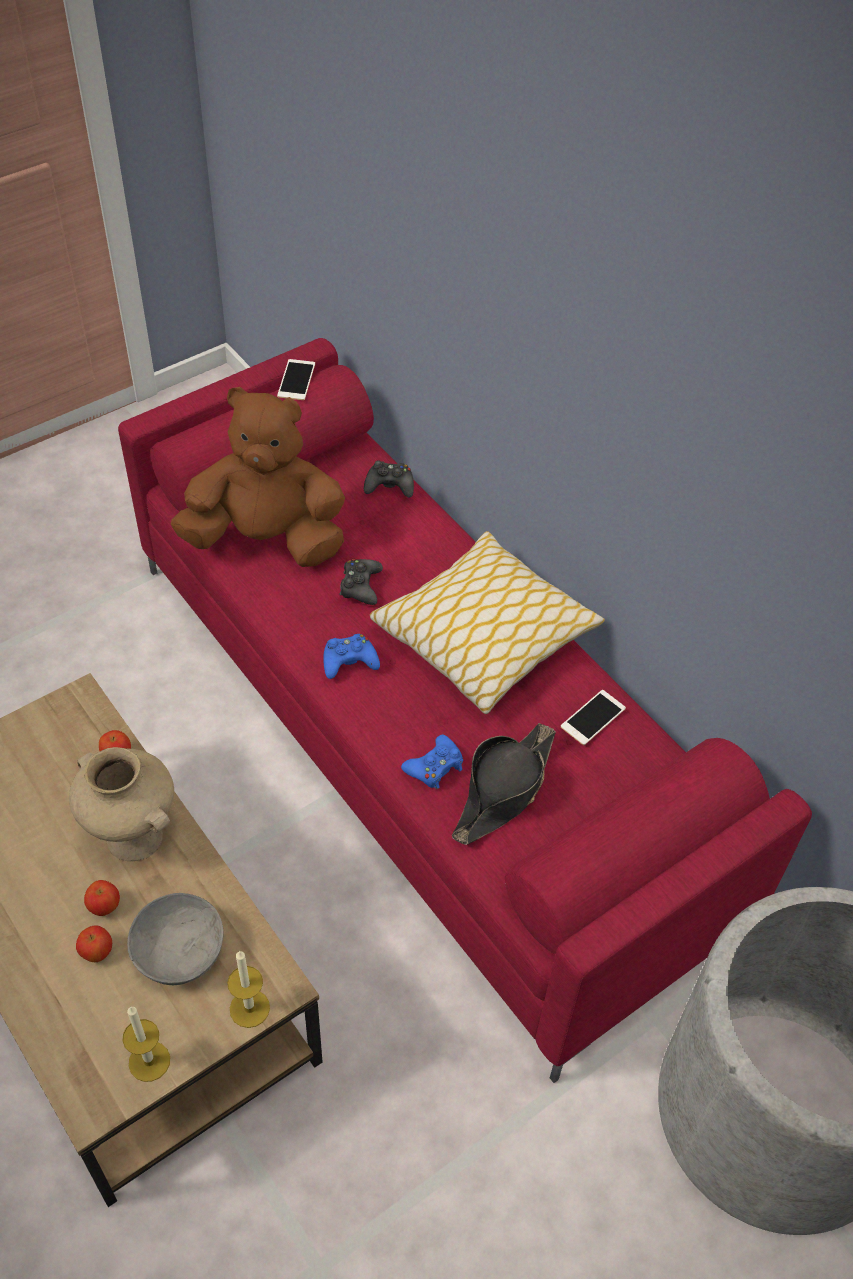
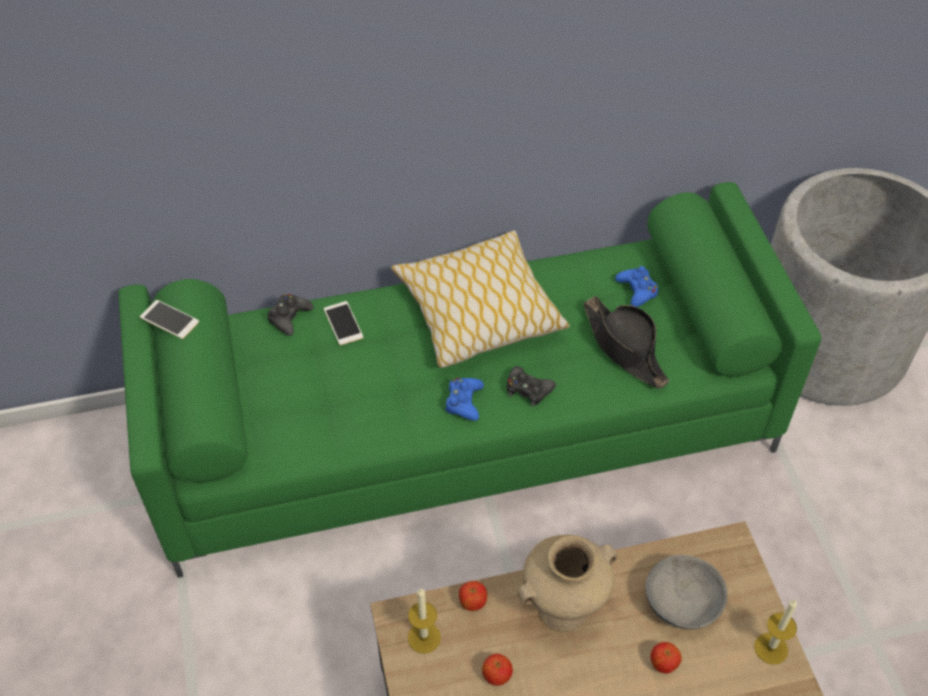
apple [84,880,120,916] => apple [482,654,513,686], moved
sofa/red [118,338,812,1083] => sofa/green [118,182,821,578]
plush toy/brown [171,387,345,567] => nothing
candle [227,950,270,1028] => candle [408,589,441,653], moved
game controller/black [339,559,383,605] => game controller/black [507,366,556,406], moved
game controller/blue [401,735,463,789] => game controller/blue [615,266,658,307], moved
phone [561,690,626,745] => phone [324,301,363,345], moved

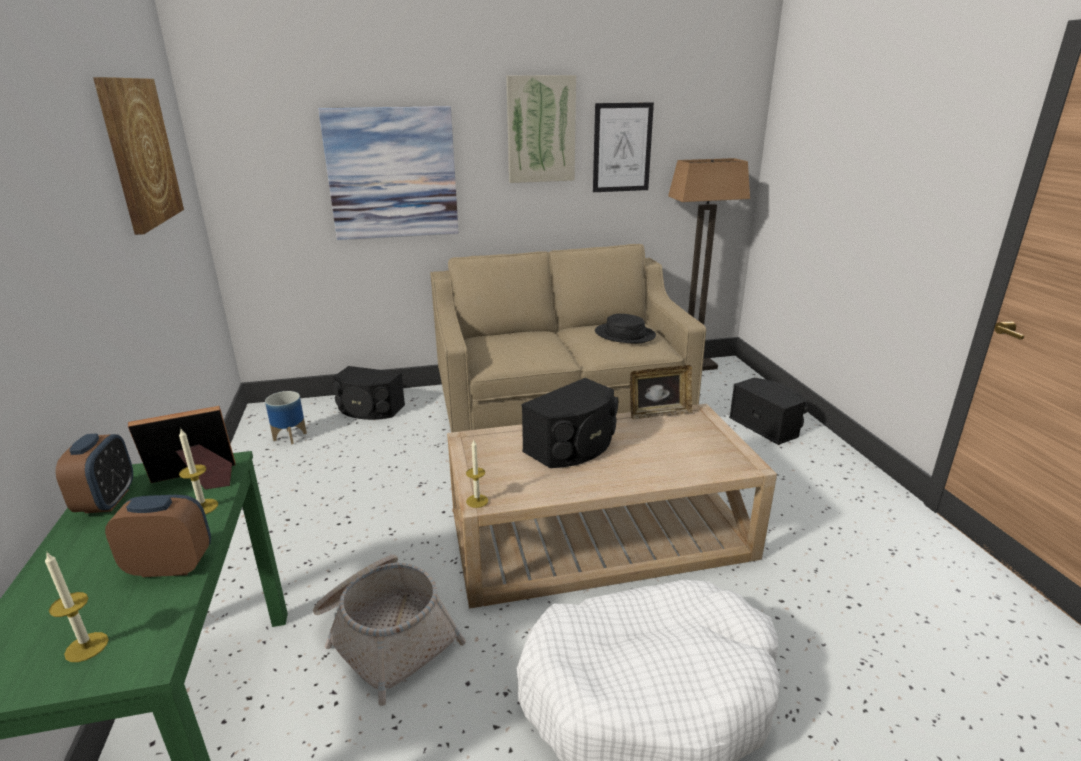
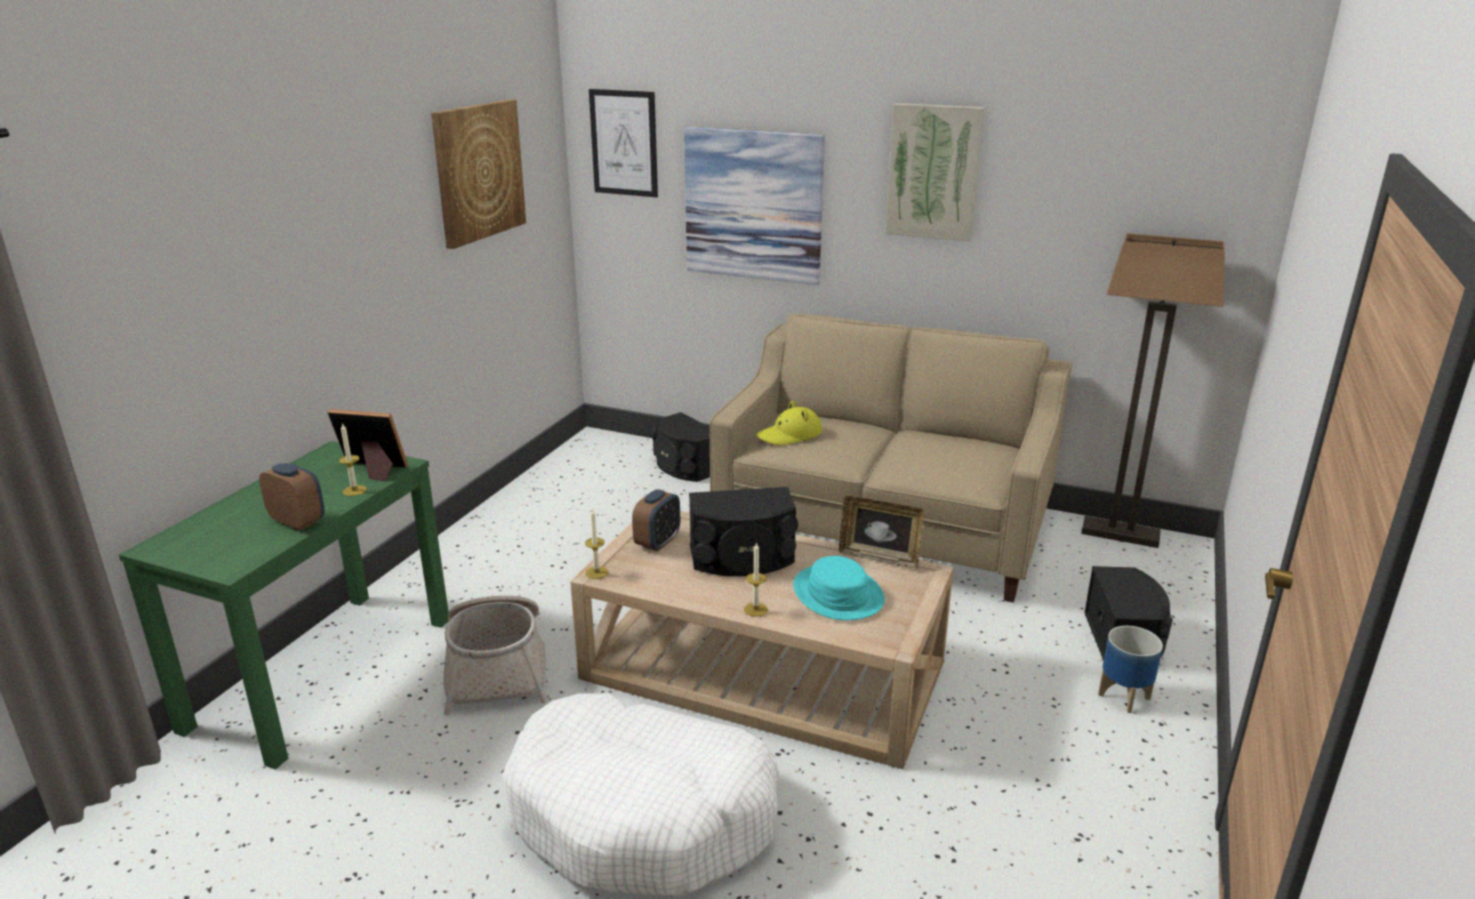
candle [45,553,109,662] => candle [744,542,768,617], moved
alarm clock [56,434,133,513] => alarm clock [632,489,680,551], moved
planter [265,391,307,445] => planter [1098,626,1163,713], moved
picture [593,102,654,192] => picture [589,89,658,197], moved
hat/black [595,314,656,344] => nothing
nothing => hat/yellow [756,401,822,445]
nothing => hat/turquoise [793,556,885,620]

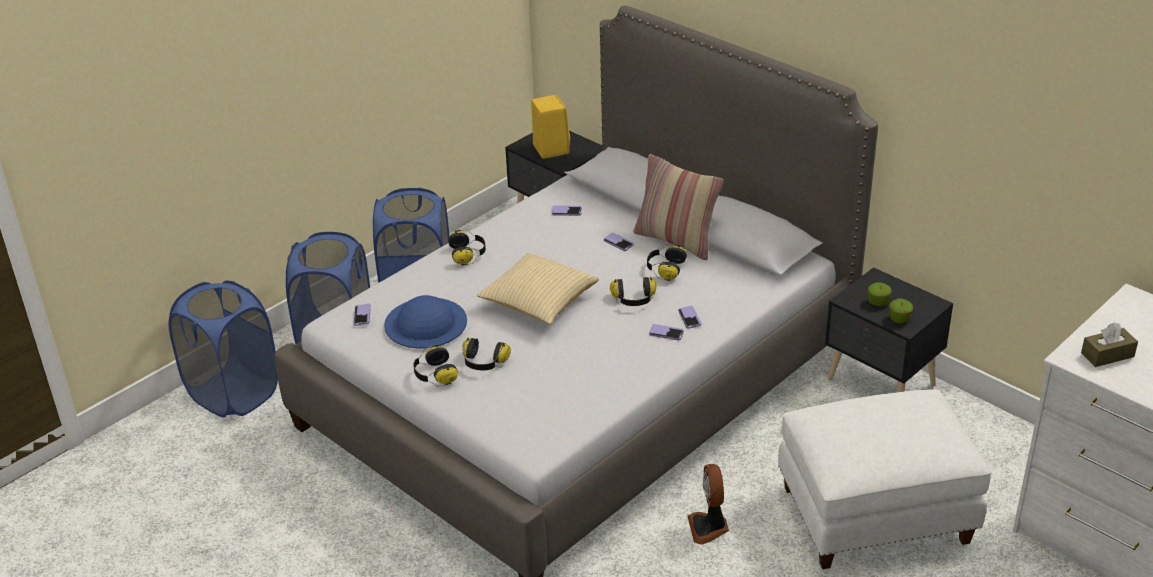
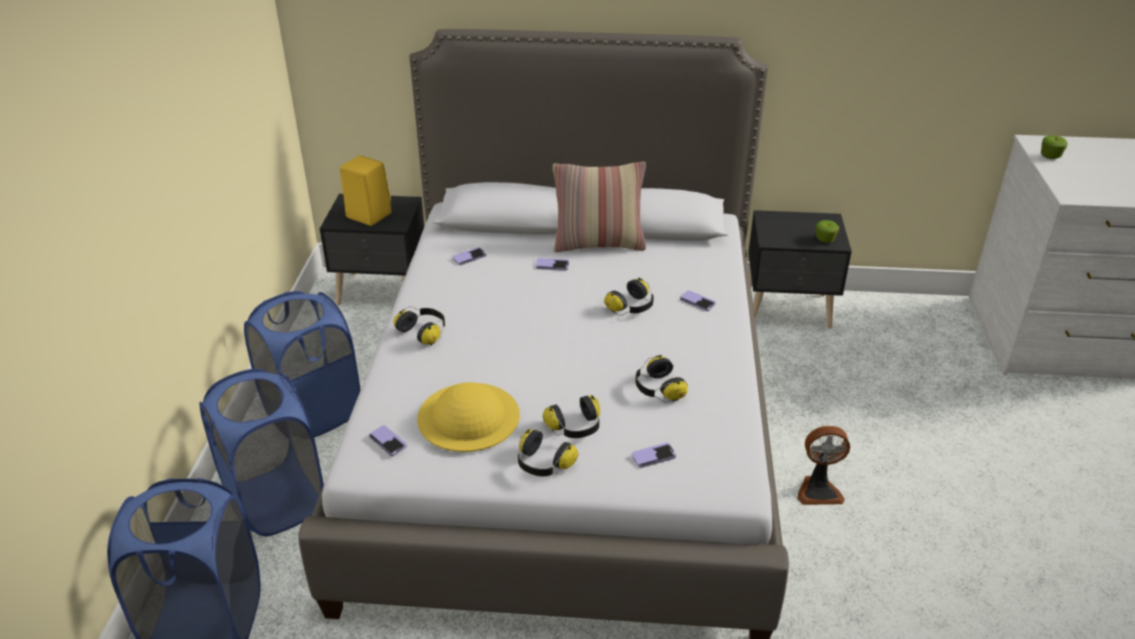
hat/blue [384,295,467,348] => hat/yellow [417,382,520,452]
pillow [477,253,599,325] => nothing
headphones [647,244,687,281] => headphones [635,355,688,403], moved
phone [649,324,684,340] => phone [632,443,676,468], moved
fan [687,464,729,544] => fan [797,426,850,505], 45 degrees counterclockwise
ottoman/white [778,389,991,569] => nothing
apple [868,282,892,306] => apple [1041,136,1068,159], moved
tissue box/brown [1081,322,1138,367] => nothing

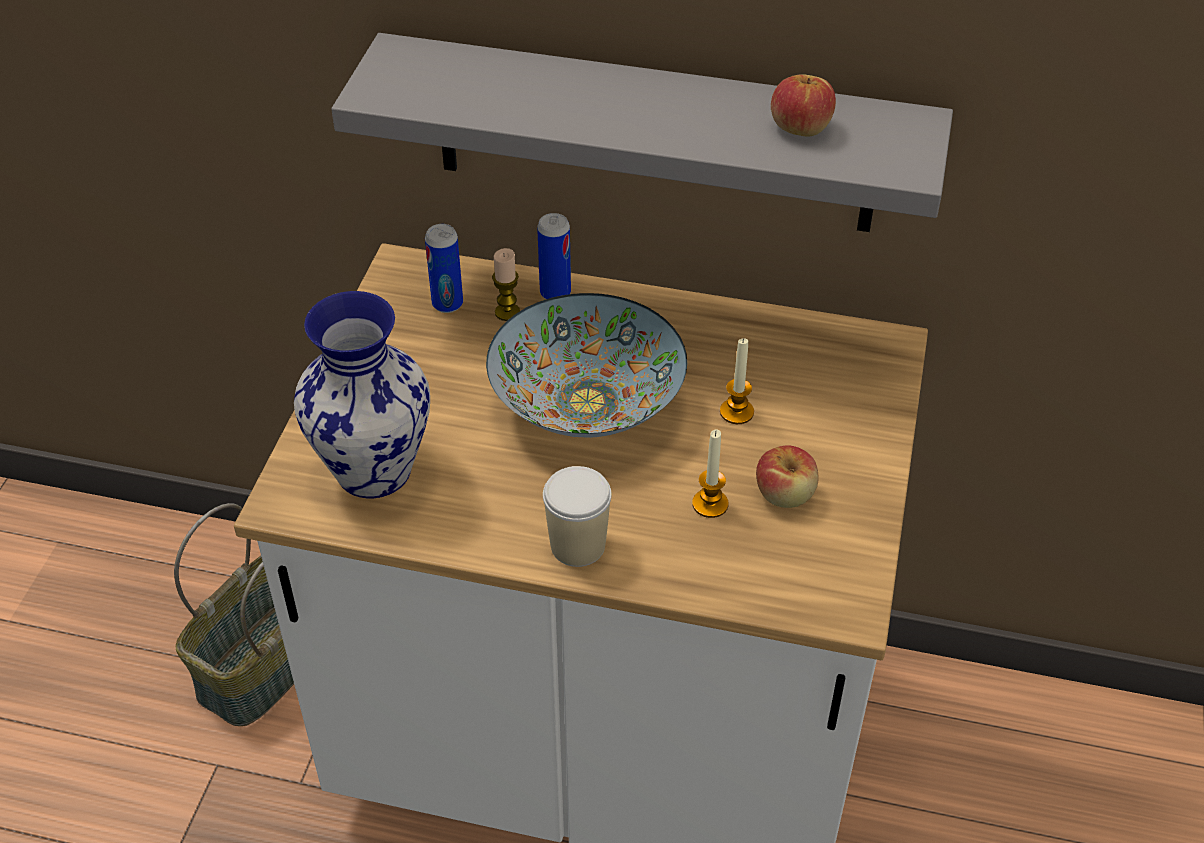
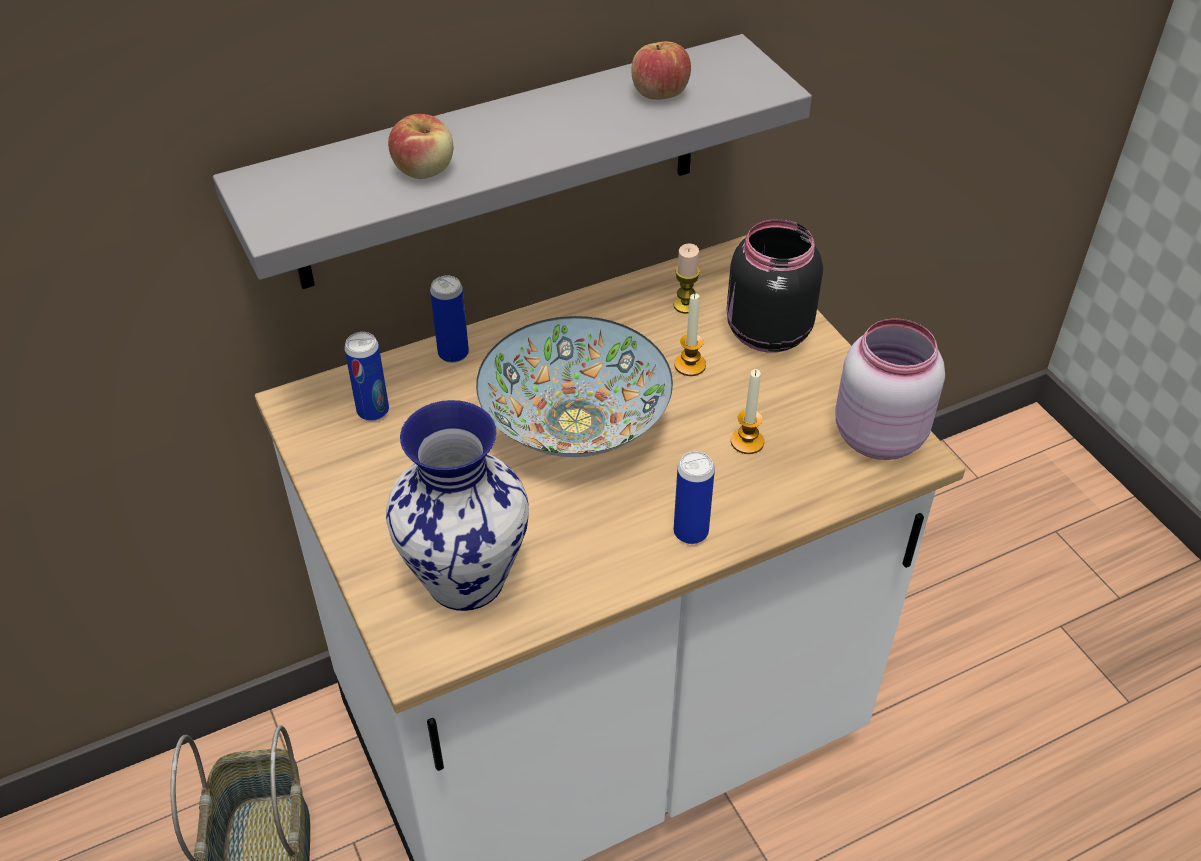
candle [492,248,520,321] => candle [674,243,700,314], moved
cup [543,466,612,567] => can [674,451,715,544]
apple [756,445,818,508] => apple [388,114,453,179], moved
nothing => jar/black [727,219,823,353]
nothing => jar/pink [836,318,945,460]

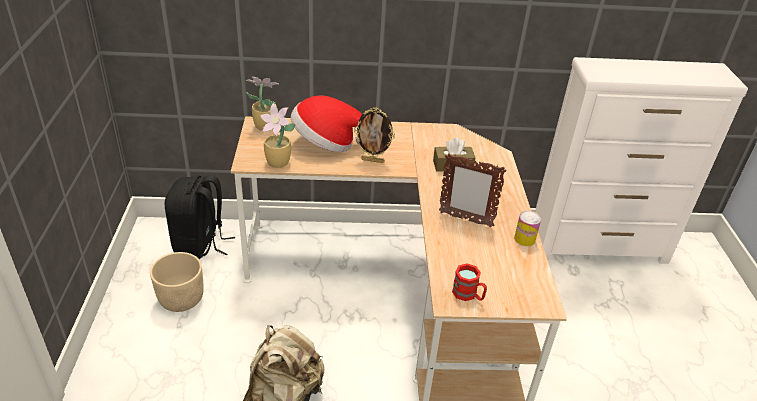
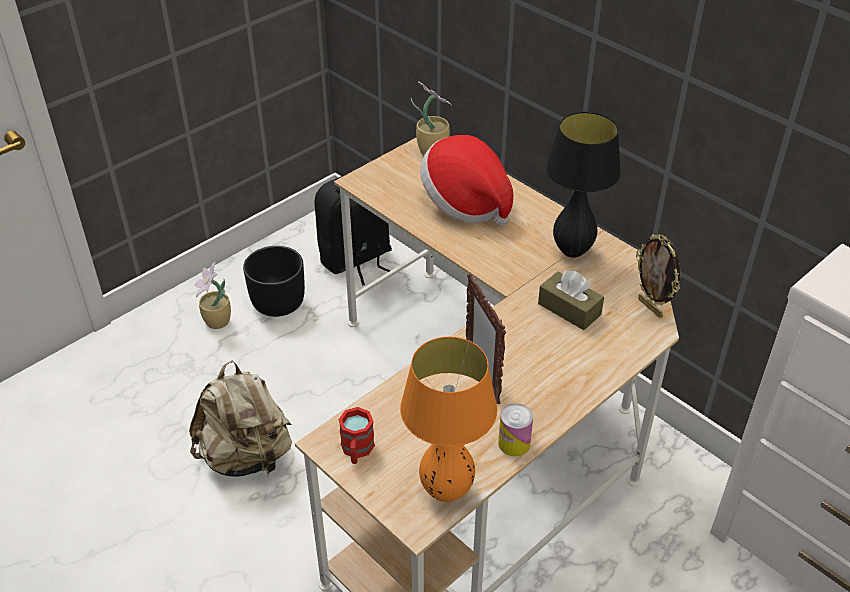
planter/beige [150,252,204,312] => planter/black [243,246,305,317]
potted plant [260,103,296,168] => potted plant [195,262,231,329], moved
picture frame [354,107,395,163] => picture frame [636,234,681,318], moved
nothing => table lamp/orange [400,337,497,502]
nothing => table lamp/black [546,112,621,258]

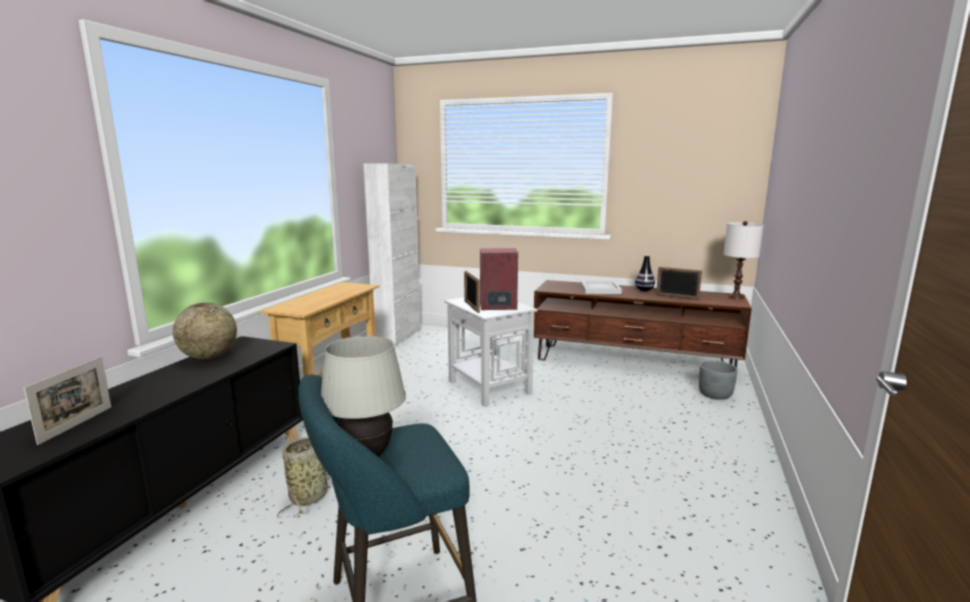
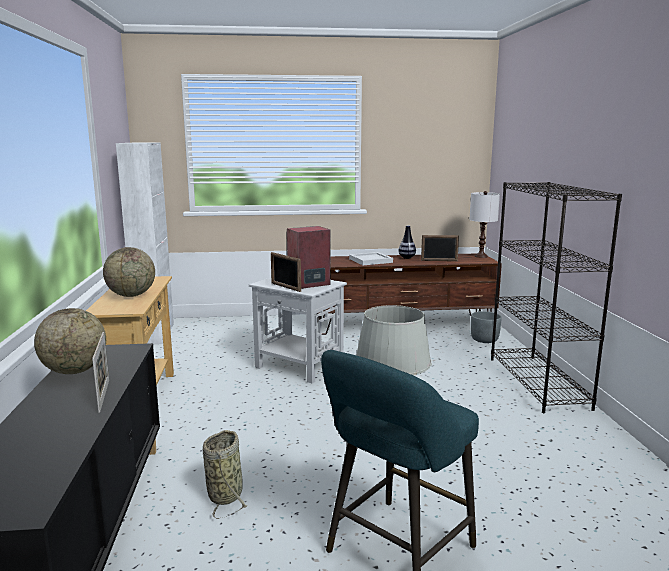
picture frame [24,357,111,445] => picture frame [92,332,109,413], moved
nothing => globe [103,247,155,297]
nothing => bookcase/black [491,182,622,413]

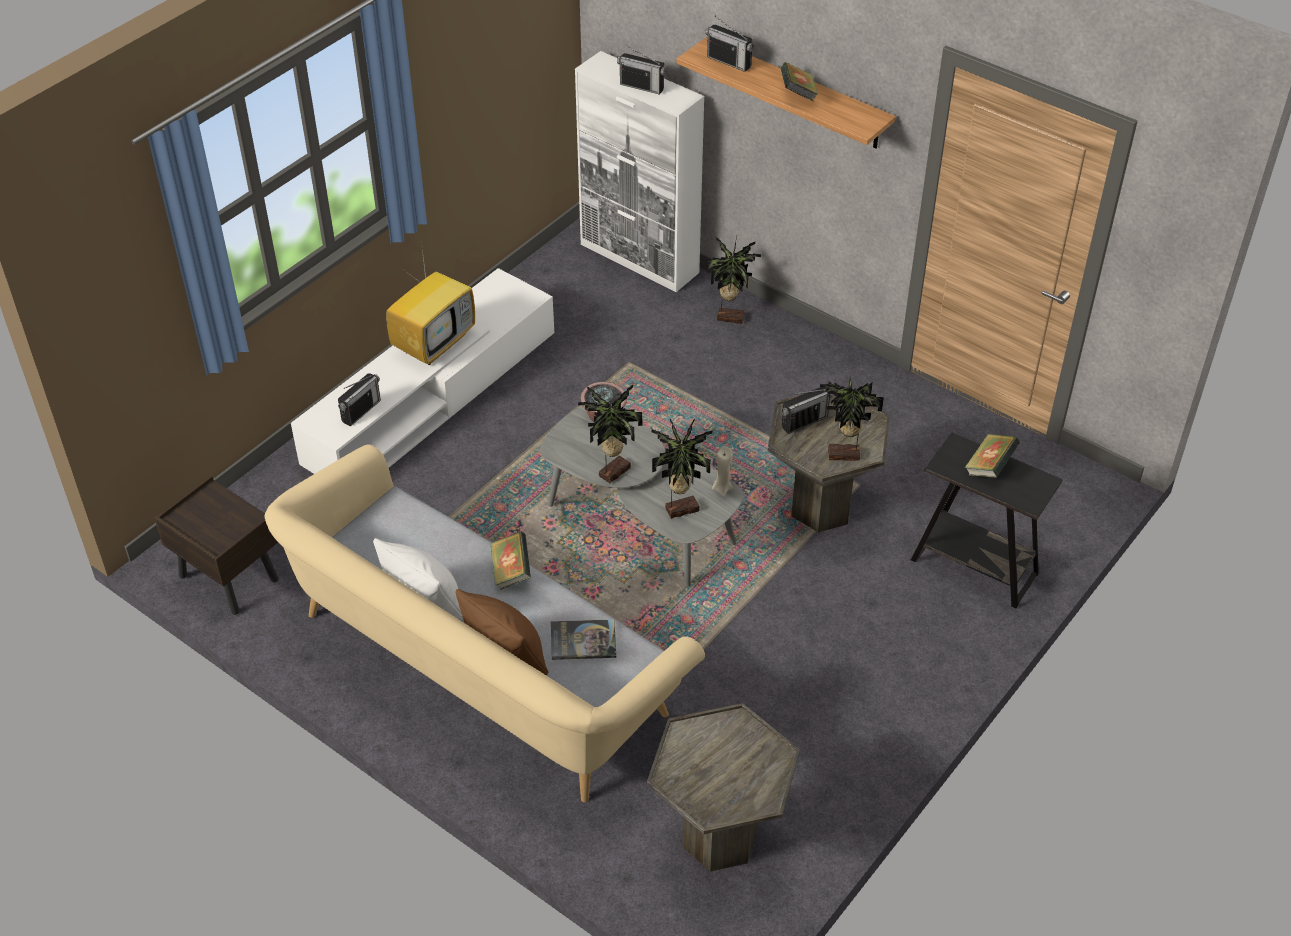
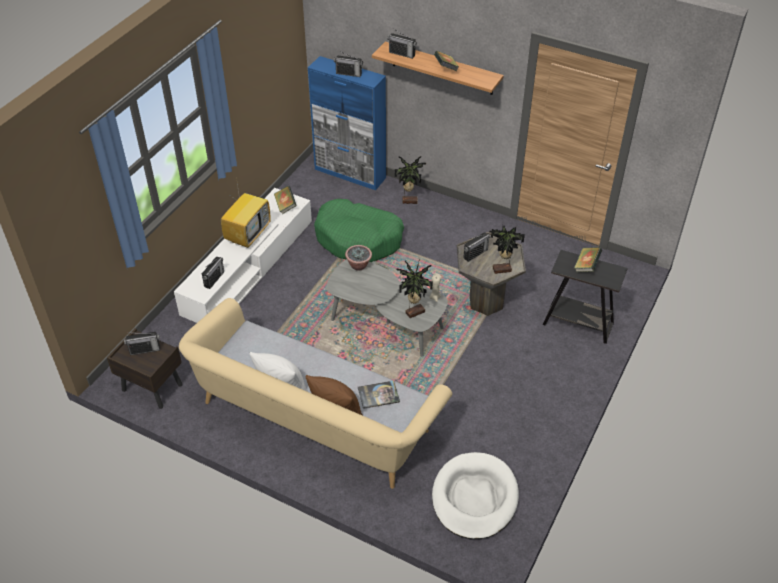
book [490,531,531,589] => book [274,186,297,214], moved
cabinet/white [575,51,704,292] => cabinet/blue [308,56,386,190]
potted plant [578,385,642,483] => nothing
side table/grey [647,703,800,872] => dog bed/white [432,452,519,539]
nothing => radio [124,332,160,355]
nothing => dog bed/green [314,199,404,262]

